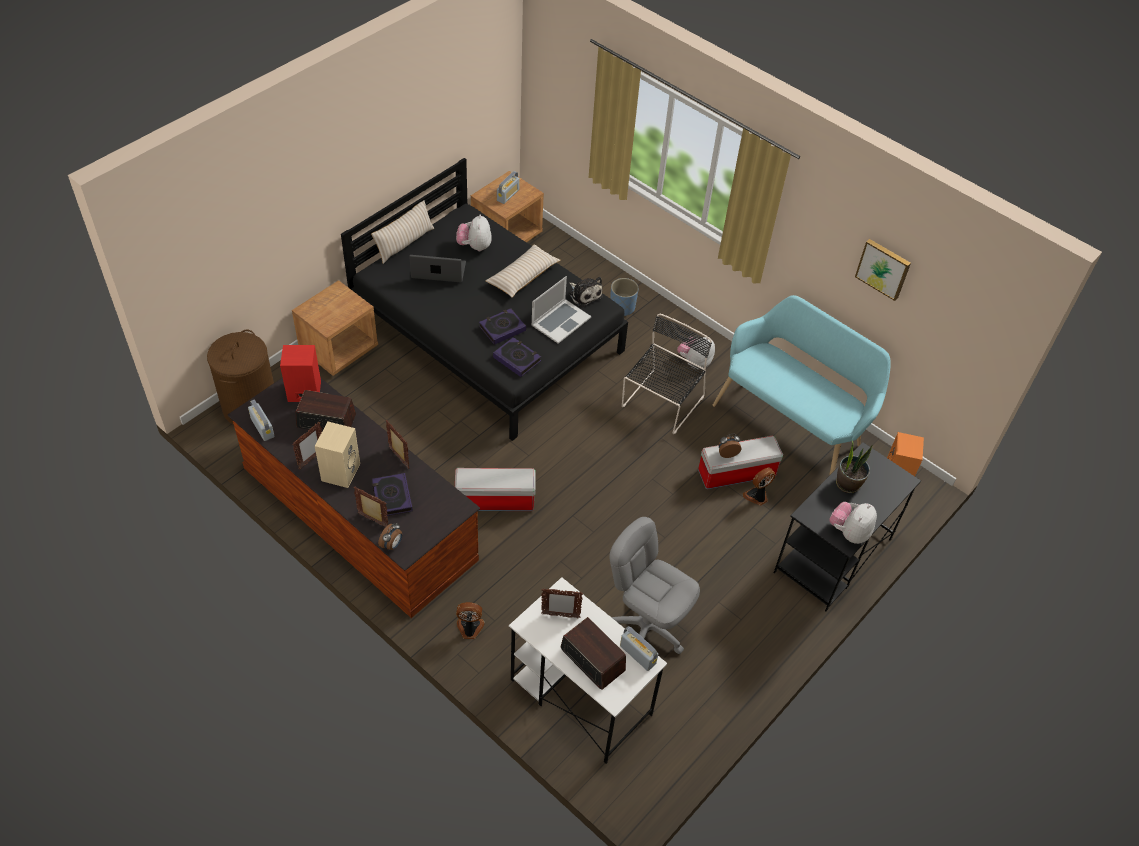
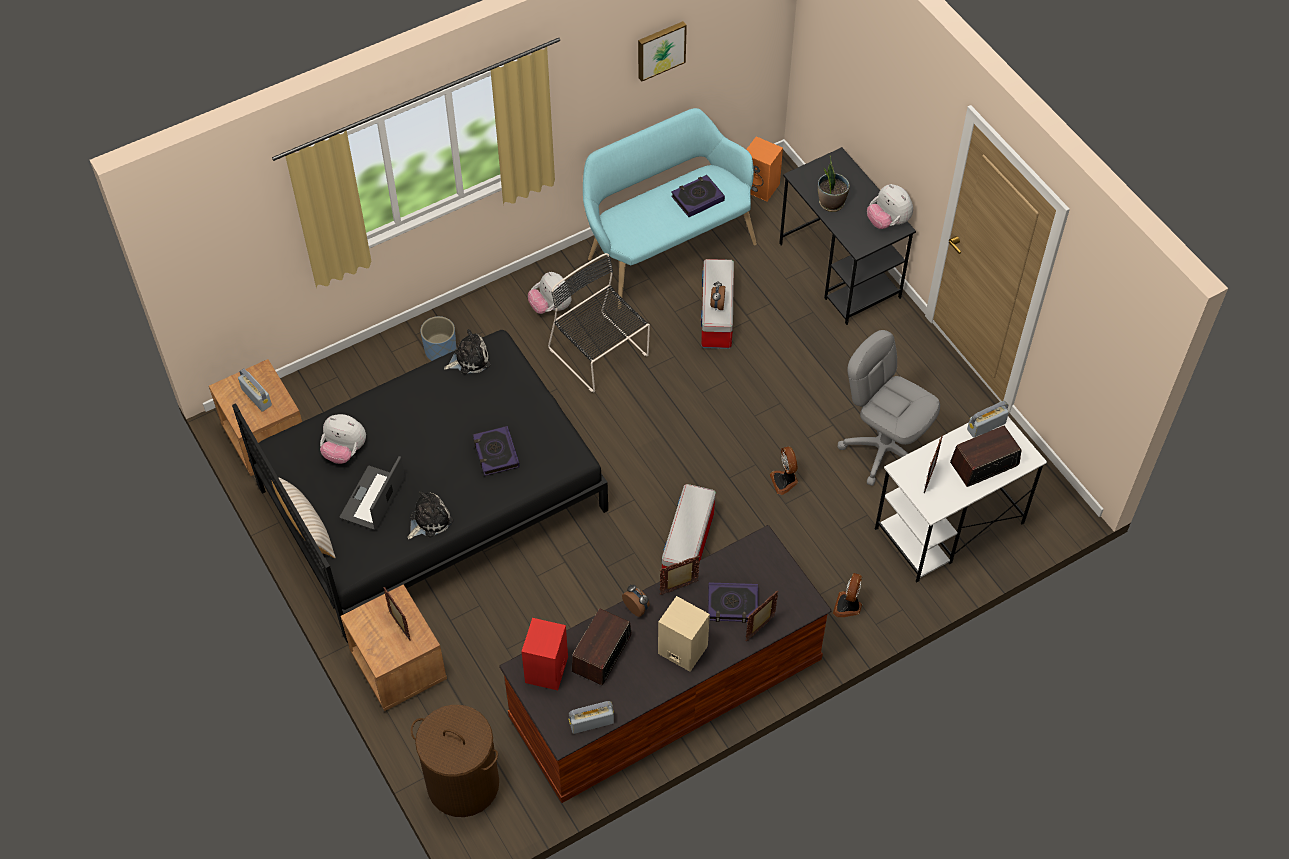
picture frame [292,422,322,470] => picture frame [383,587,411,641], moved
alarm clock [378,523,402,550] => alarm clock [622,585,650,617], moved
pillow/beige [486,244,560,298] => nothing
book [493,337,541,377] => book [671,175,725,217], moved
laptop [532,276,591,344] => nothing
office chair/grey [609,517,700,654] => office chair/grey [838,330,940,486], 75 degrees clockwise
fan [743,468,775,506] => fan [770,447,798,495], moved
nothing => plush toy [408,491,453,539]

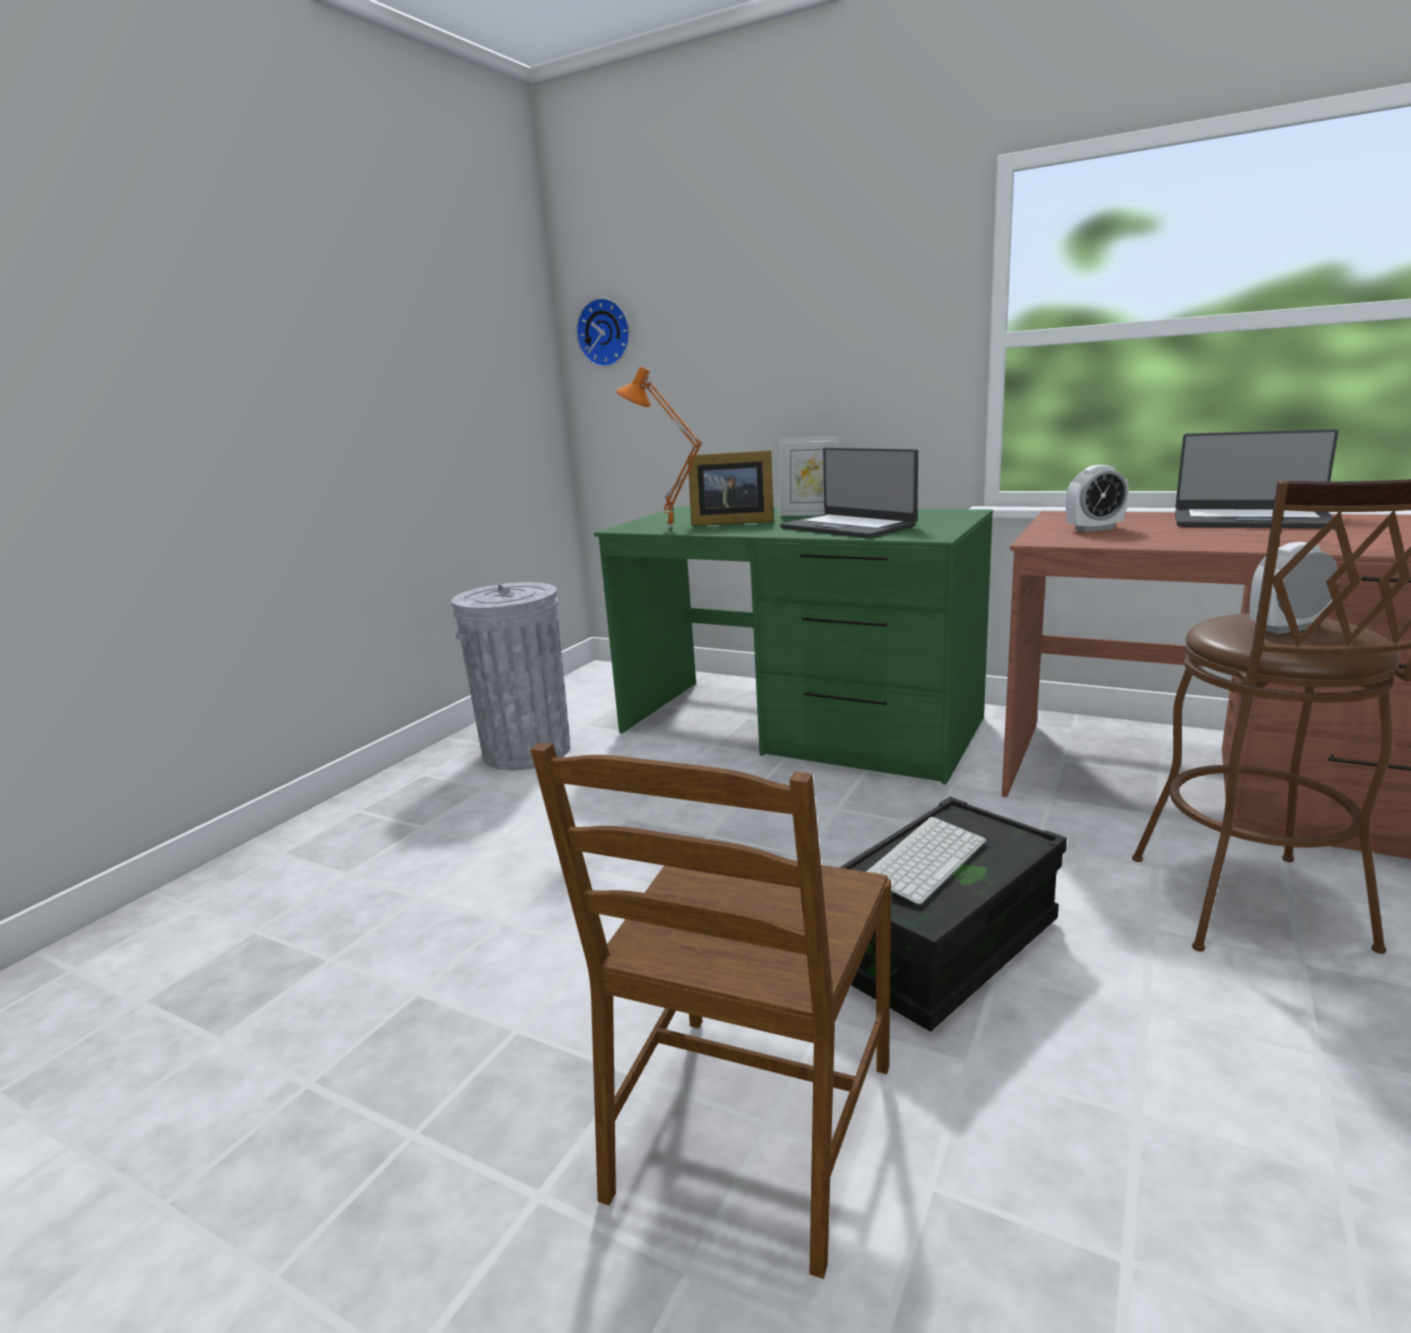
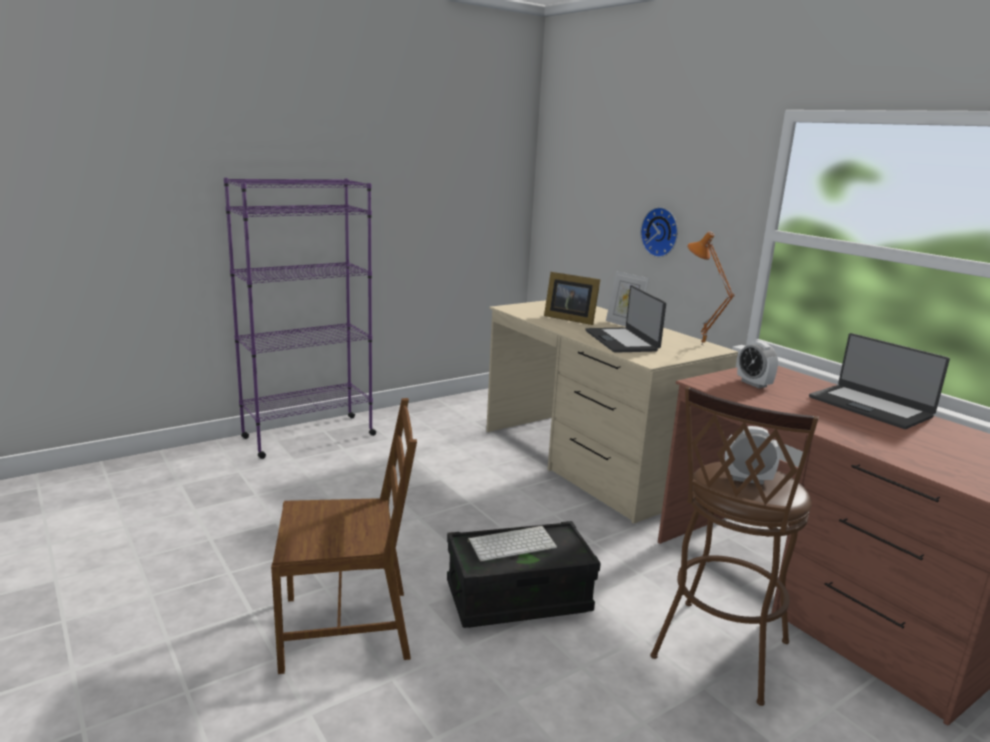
trash can/grey [451,582,570,770] => nothing
chair/brown [530,742,891,1279] => chair/brown [271,398,417,674], 150 degrees counterclockwise
wall clock [576,298,630,367] => wall clock [640,207,678,257], moved
desk/green [594,507,993,784] => desk/beige [486,300,738,524]
table lamp/orange [616,366,702,528] => table lamp/orange [687,231,735,346], moved
alarm clock [1066,465,1129,532] => alarm clock [737,341,778,388], 45 degrees clockwise
nothing => bookcase/purple [224,178,376,459]

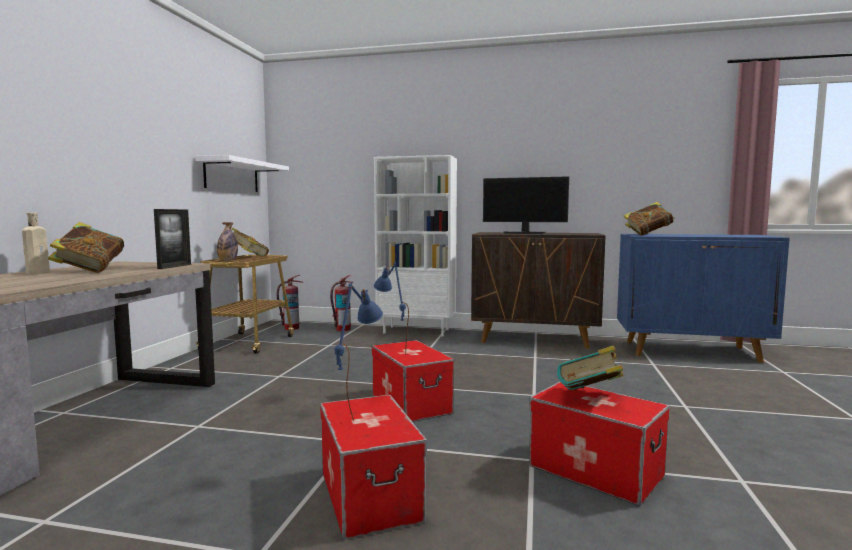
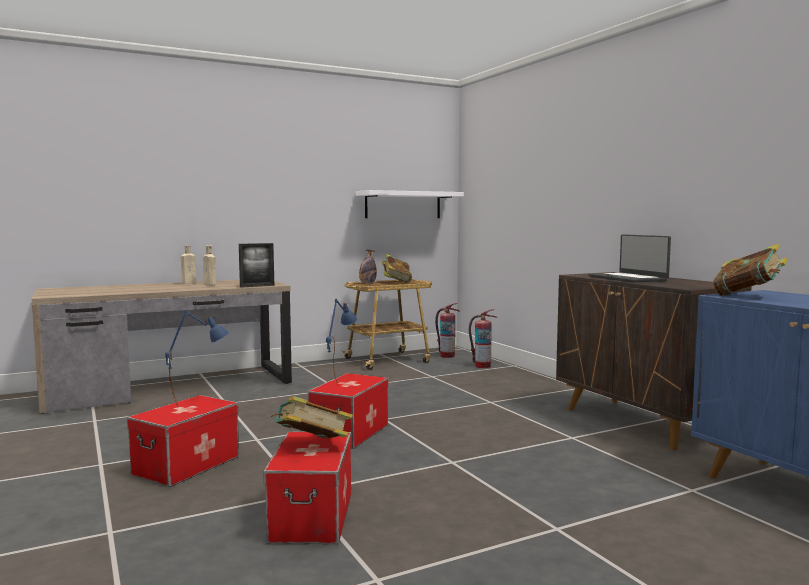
book [48,222,124,273] => bottle/beige [203,245,216,285]
bookcase/white [374,155,457,337] => nothing
monitor [483,176,569,234] => laptop [588,234,671,283]

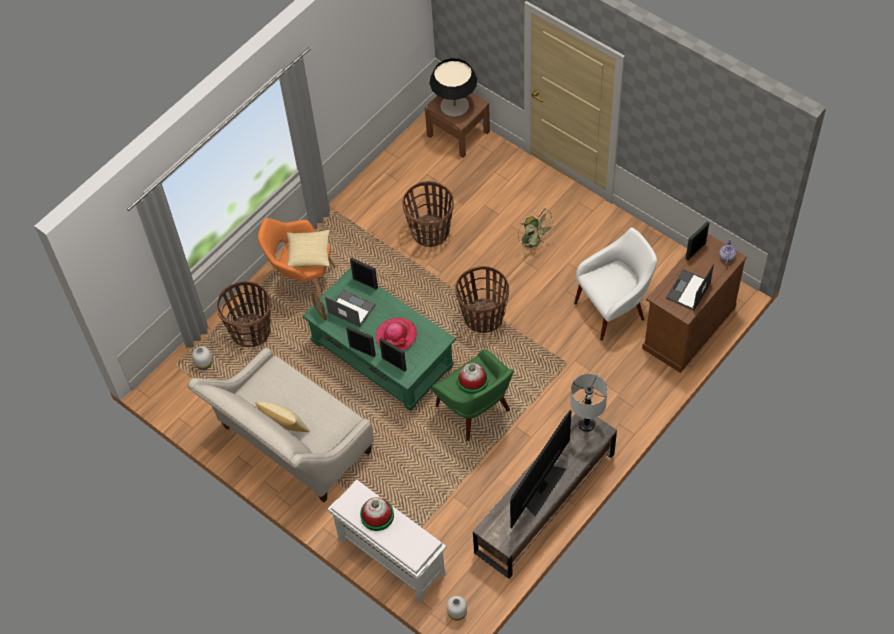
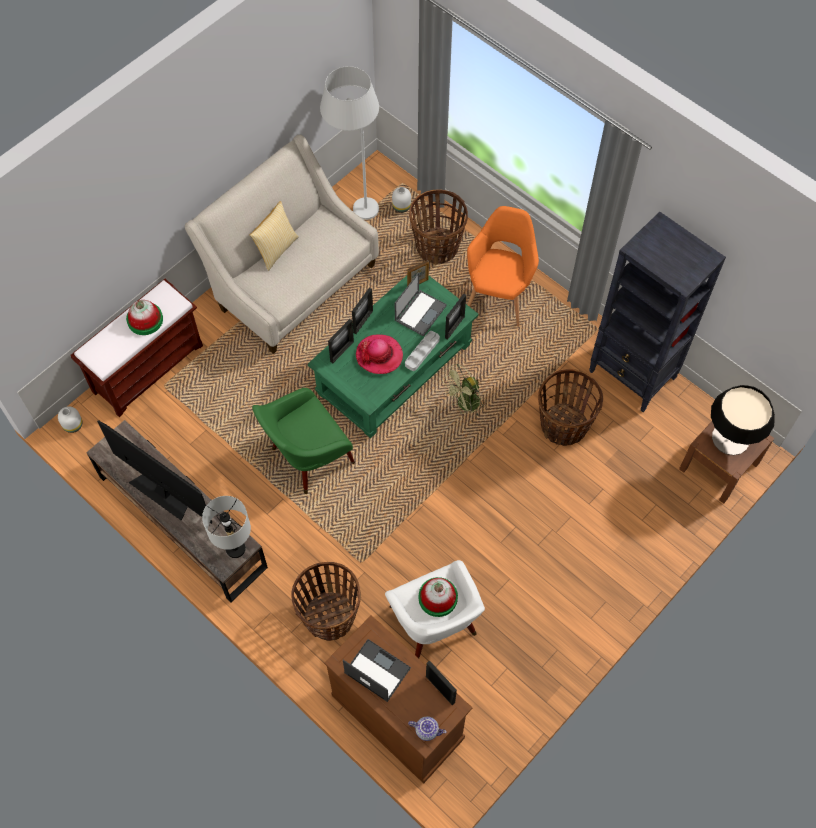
pillow [287,230,330,268] => nothing
bench/white [328,480,446,602] => bench/brown [71,279,203,417]
basket [455,266,509,333] => basket [291,562,361,641], moved
hat [457,363,488,394] => hat [419,577,458,617], moved
fan/green [518,208,556,253] => fan/green [442,364,486,417], moved
nothing => floor lamp/white [320,66,379,220]
nothing => tray/grey [405,331,440,371]
nothing => bookcase/black [589,212,726,412]

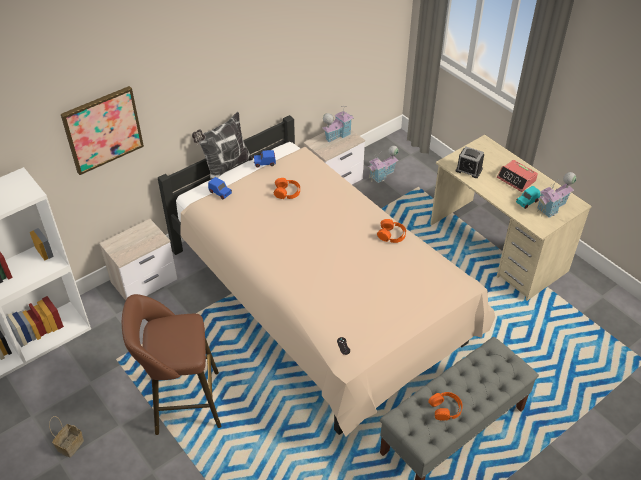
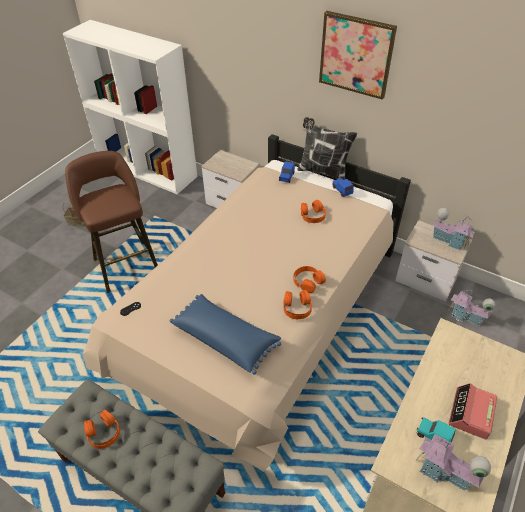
picture [61,86,144,175] => picture [319,11,397,100], moved
alarm clock [456,147,484,178] => nothing
nothing => pillow/blue [170,294,281,374]
nothing => headphones/orange [293,266,326,293]

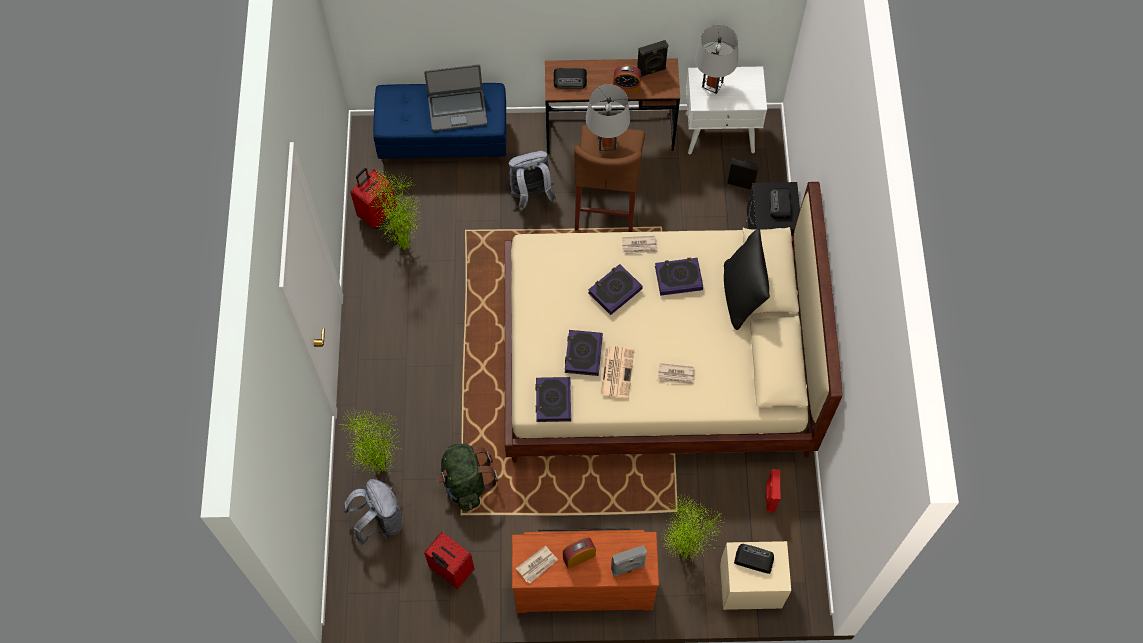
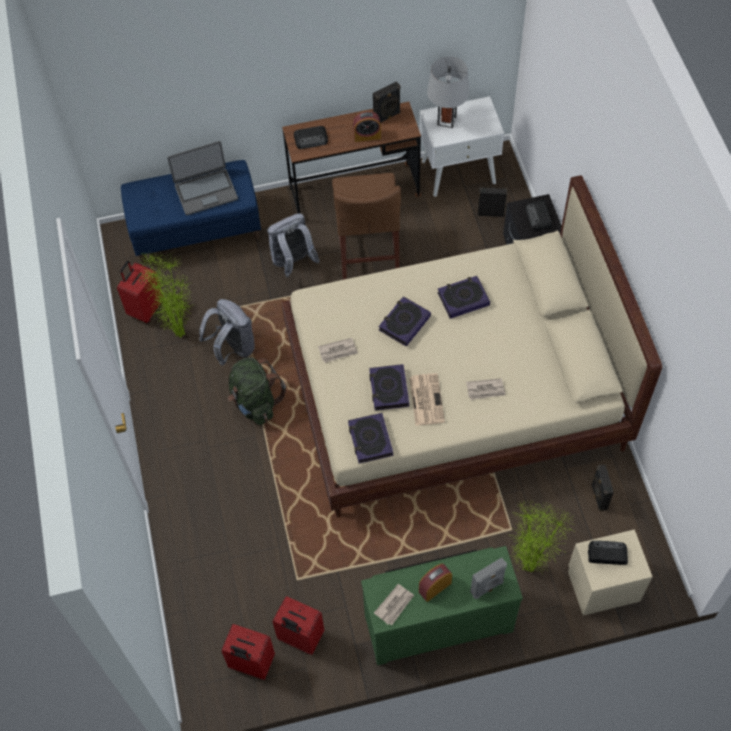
potted plant [341,409,400,475] => nothing
backpack/grey [344,479,403,546] => backpack/grey [199,299,255,366], moved
backpack/green [437,444,498,511] => backpack/green [228,358,286,425], moved
dresser/brown [512,528,659,613] => dresser/green [361,546,523,665]
table lamp/grey [586,84,630,151] => nothing
newspaper [622,236,658,255] => newspaper [318,338,358,363], moved
pillow/black [724,229,770,330] => nothing
speaker/red [765,469,780,512] => speaker/black [591,465,614,511]
nothing => suitcase/red [221,624,275,680]

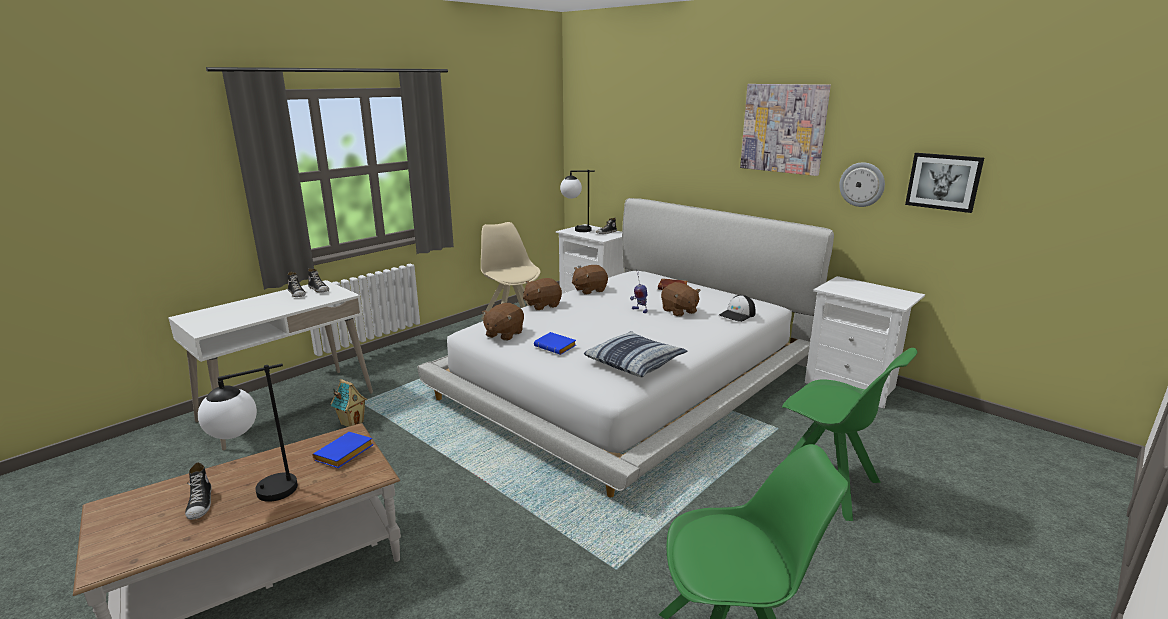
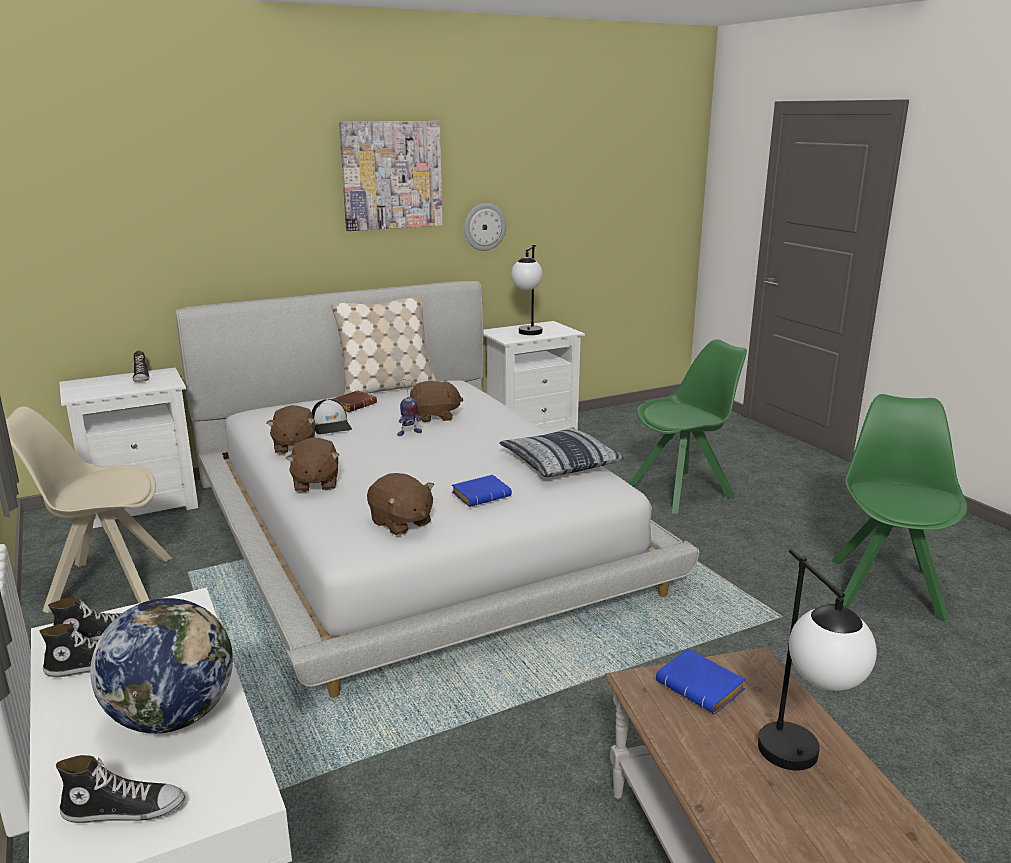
shoe [185,462,212,520] => shoe [56,755,186,823], moved
toy house [331,379,367,427] => nothing
table lamp [560,170,595,232] => table lamp [511,245,543,335], moved
cap [719,295,756,322] => cap [312,399,352,434], moved
picture [905,153,984,213] => nothing
nothing => globe [90,598,233,733]
nothing => pillow/beige [331,296,436,395]

